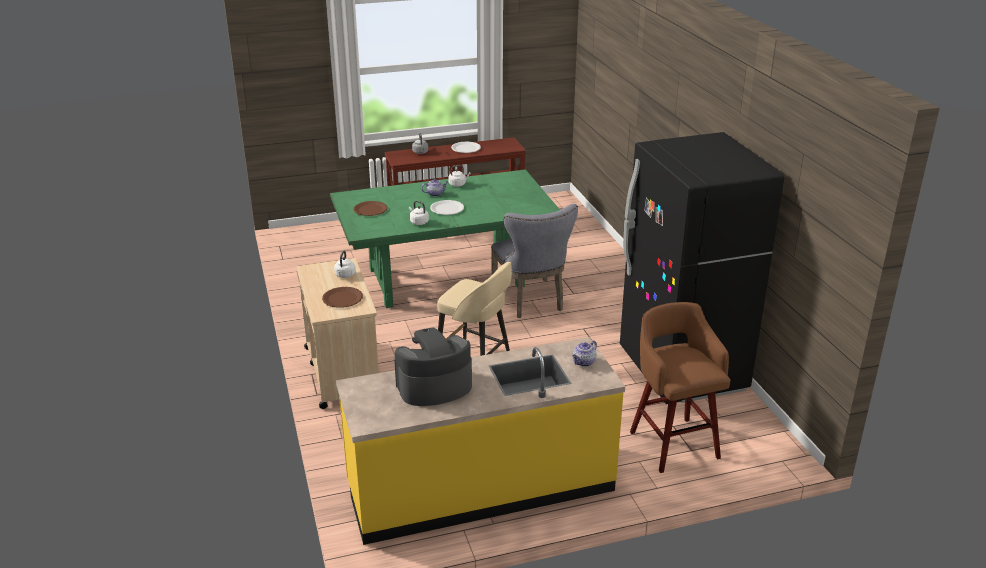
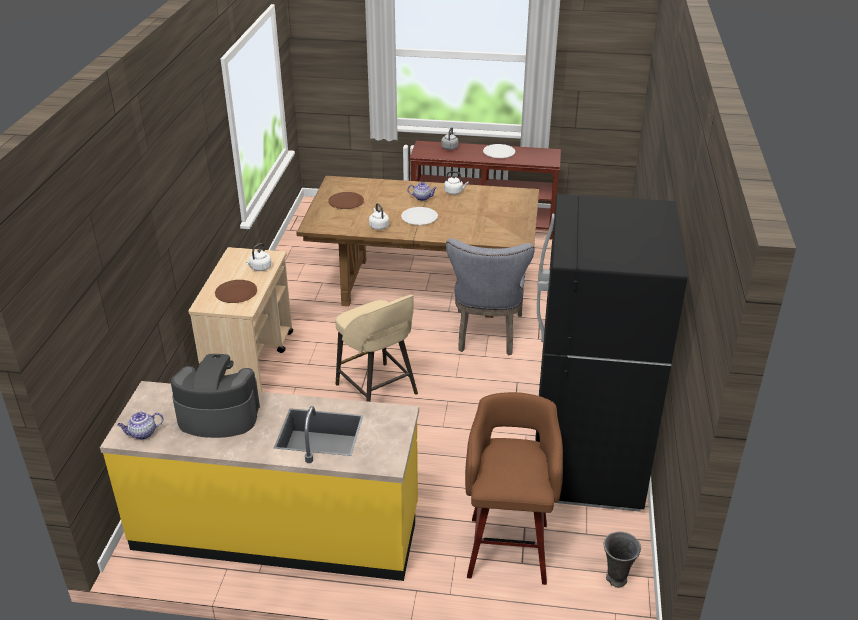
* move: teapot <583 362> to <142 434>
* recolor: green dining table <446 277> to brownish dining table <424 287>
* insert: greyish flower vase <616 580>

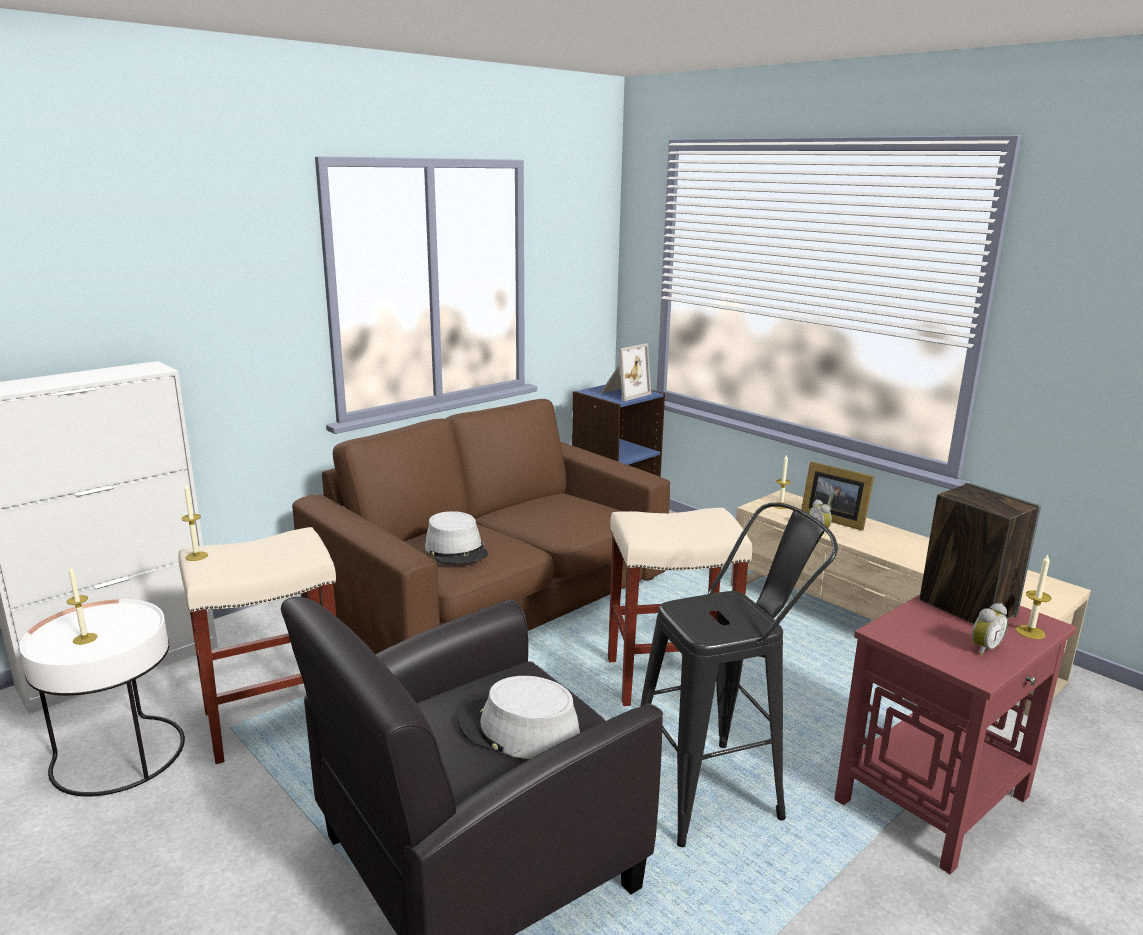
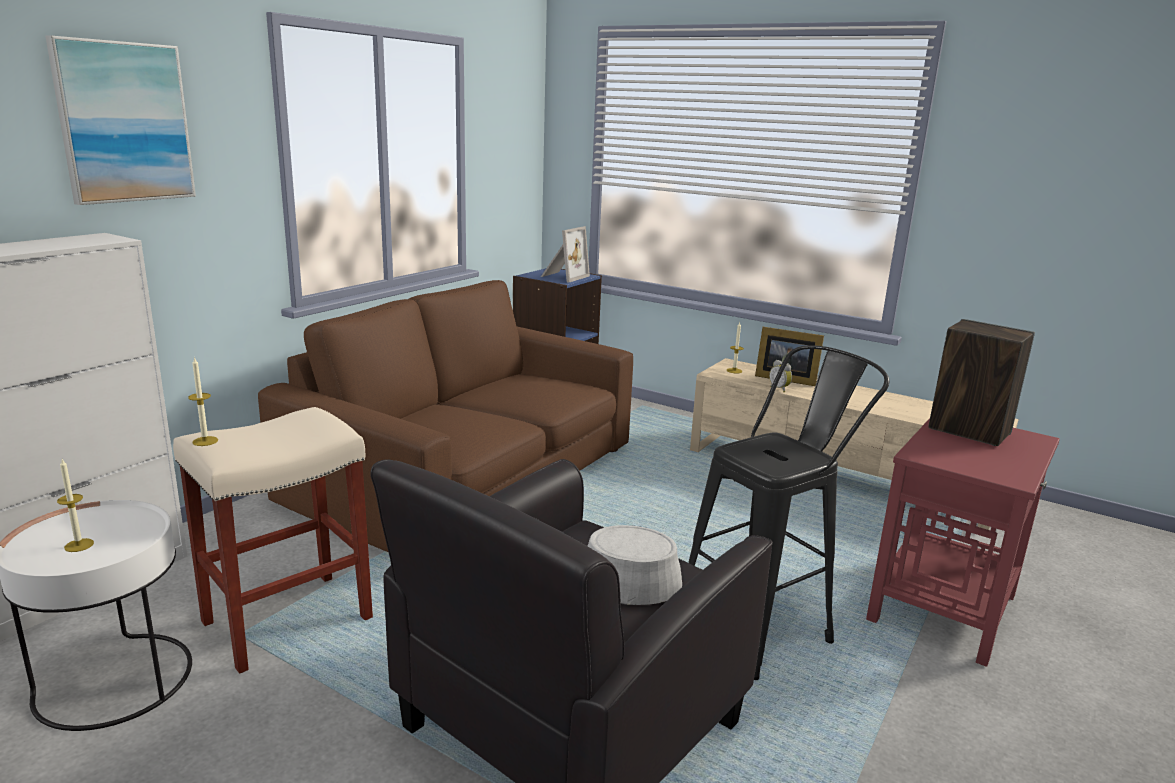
* insert: picture <124 122>
* delete: greyish hat <456 550>
* delete: beige sitting stool <671 678>
* delete: bedside clock <983 648>
* delete: wax light <1030 632>

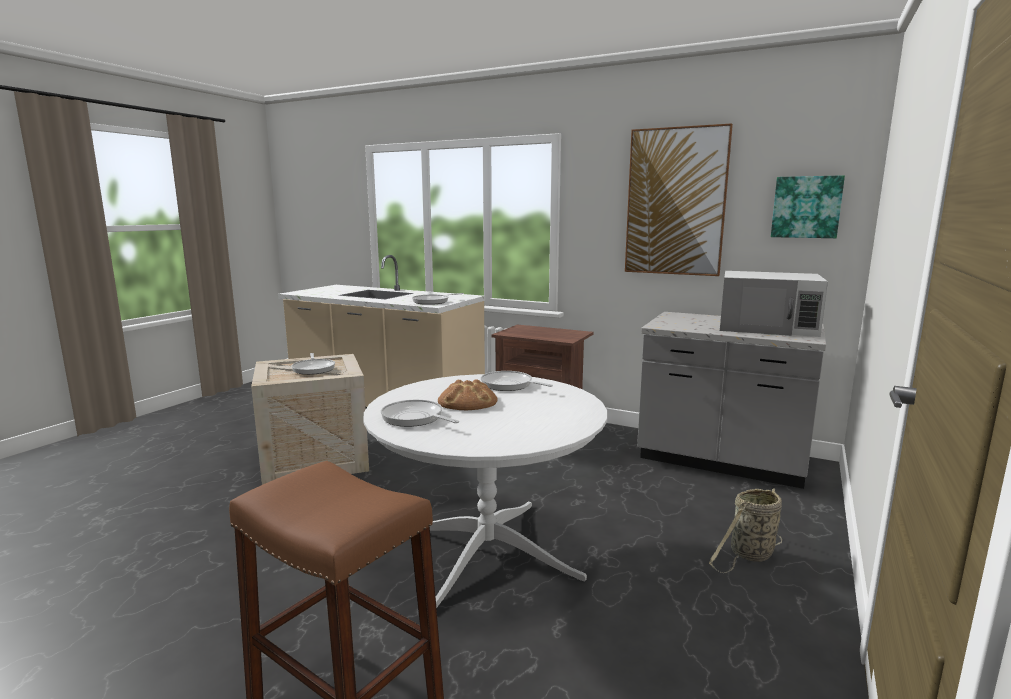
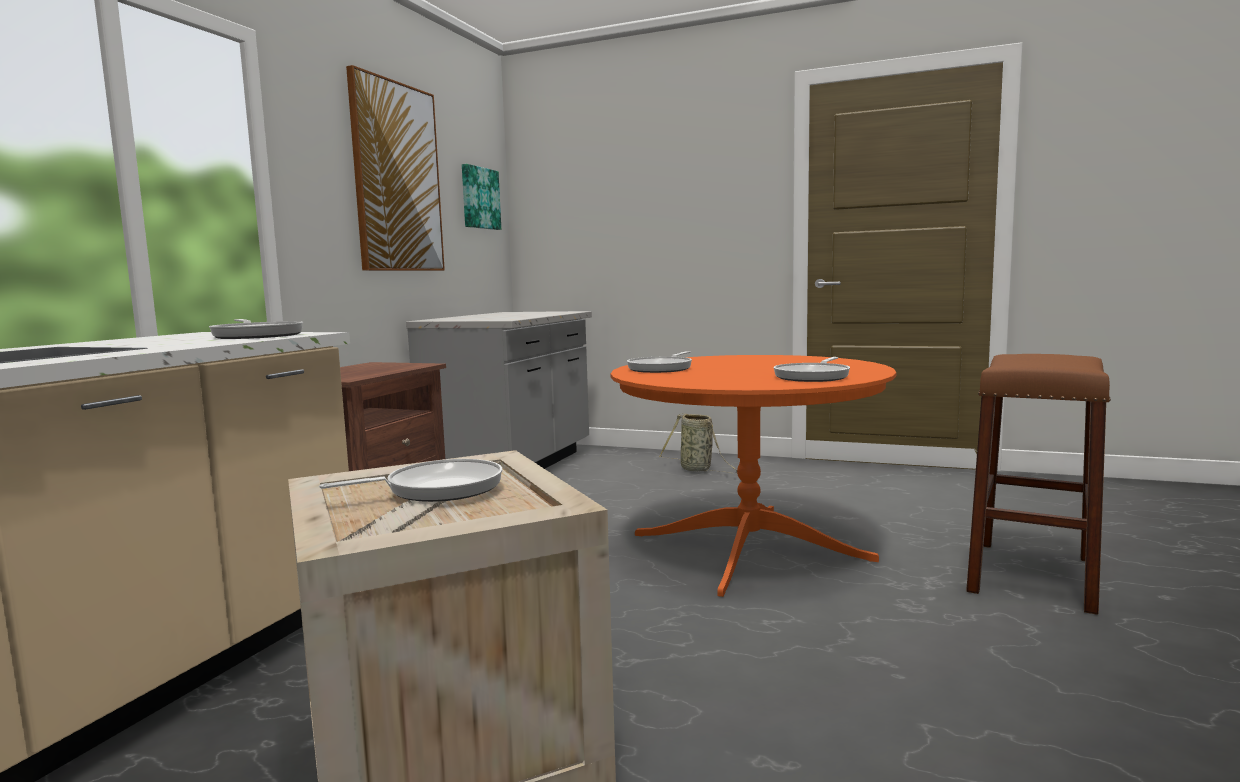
* recolor: white dining table <487 550> to orangey dining table <748 547>
* delete: baked bread <467 401>
* delete: white microwave <767 327>

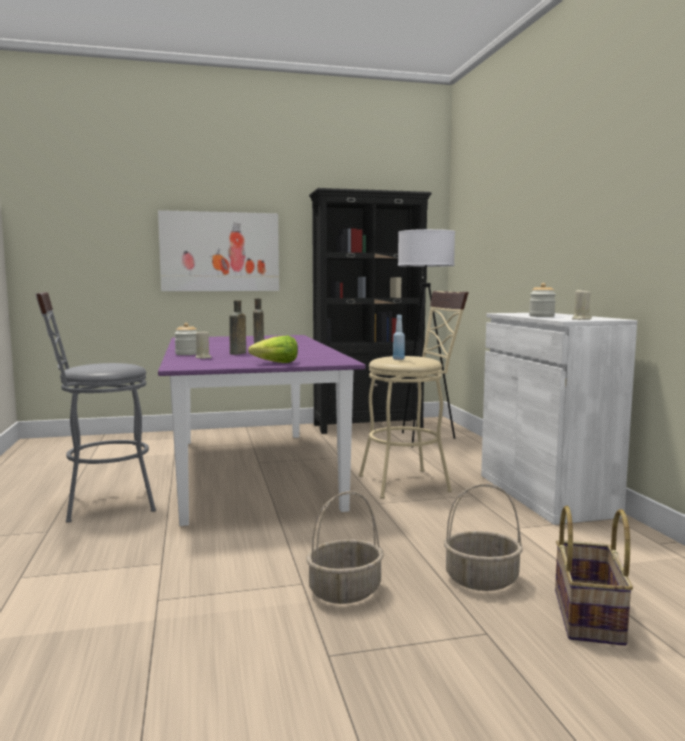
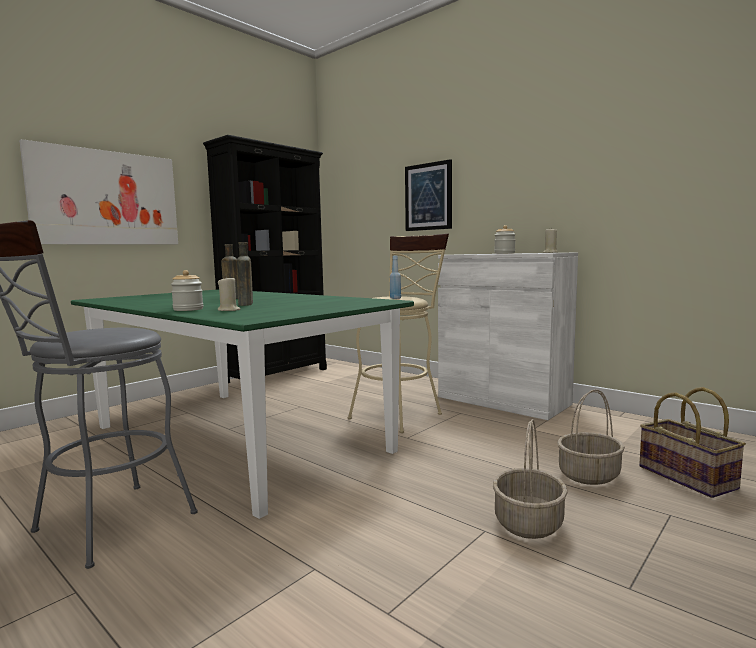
* recolor: purple-coloured dining table <251 471> to green dining table <235 439>
* insert: picture <428 197>
* delete: lettuce <276 363>
* delete: white floor lamp <422 439>

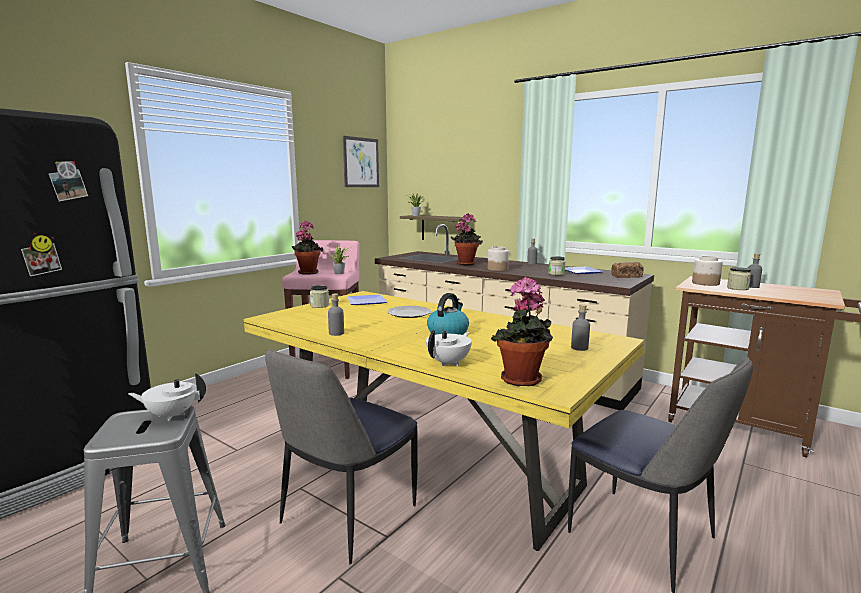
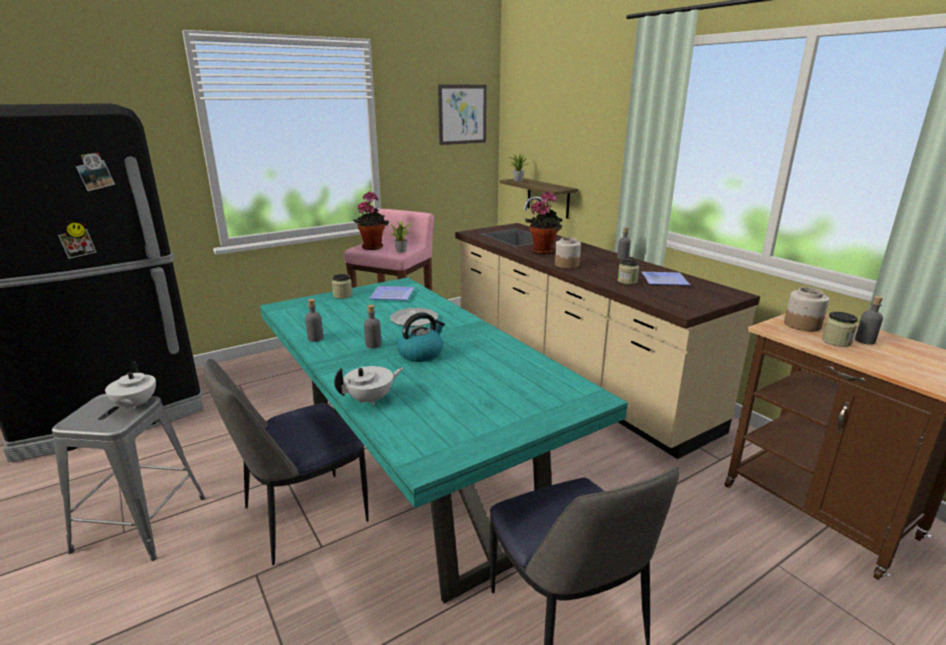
* rotate: white teapot <171 415> = <135 405> 120 degrees counterclockwise
* recolor: yellowish dining table <430 461> to turquoise-coloured dining table <417 475>
* move: greyish bottle <579 348> to <373 345>
* delete: potted plant <522 381>
* delete: baked bread <626 276>

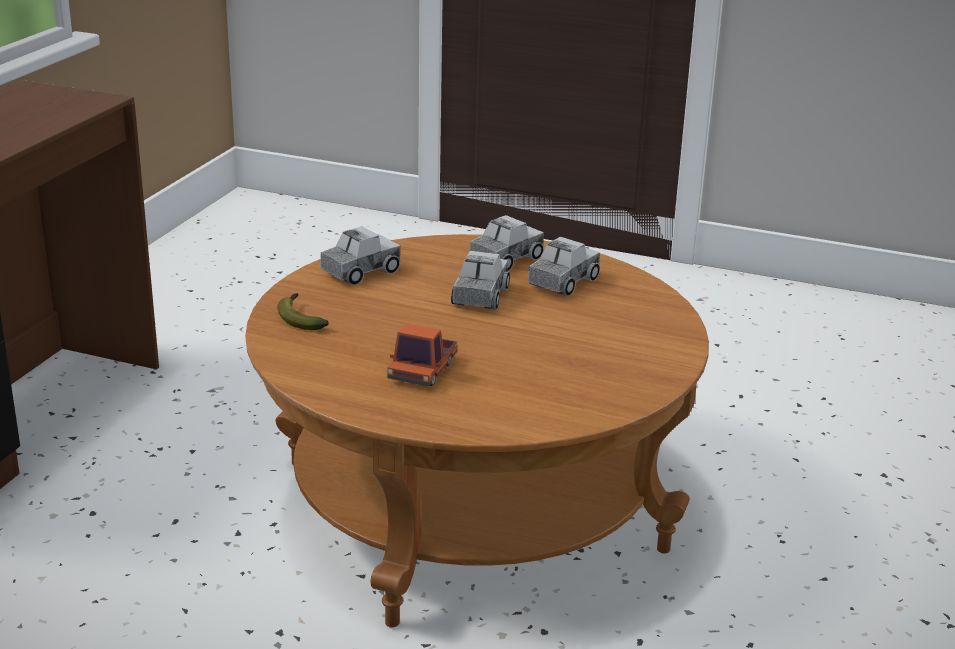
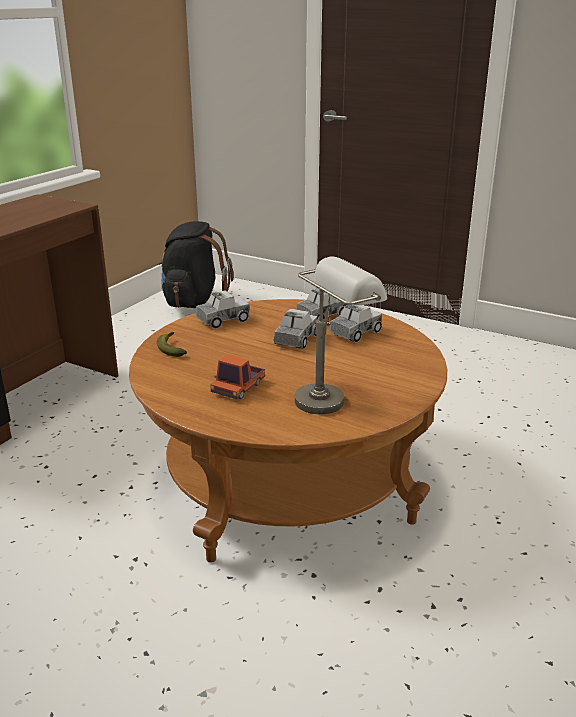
* insert: blackish rucksack <193 302>
* insert: greyish table lamp <333 396>

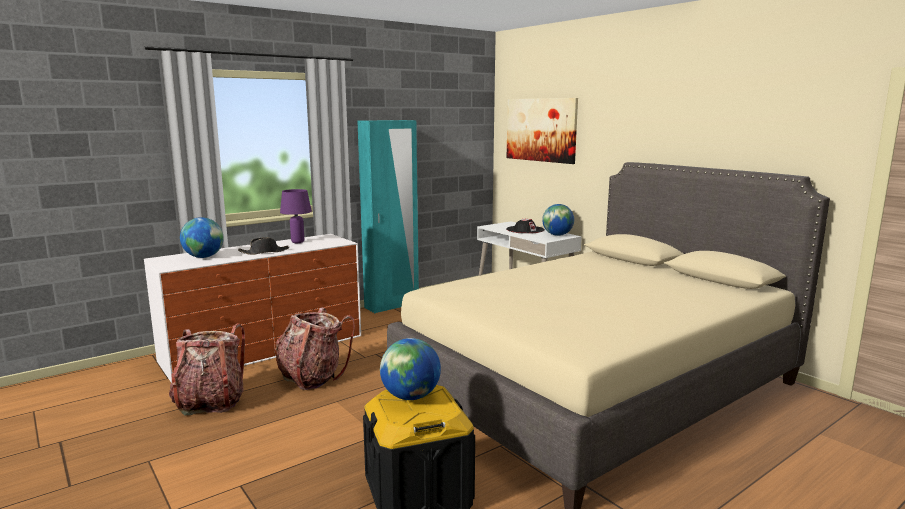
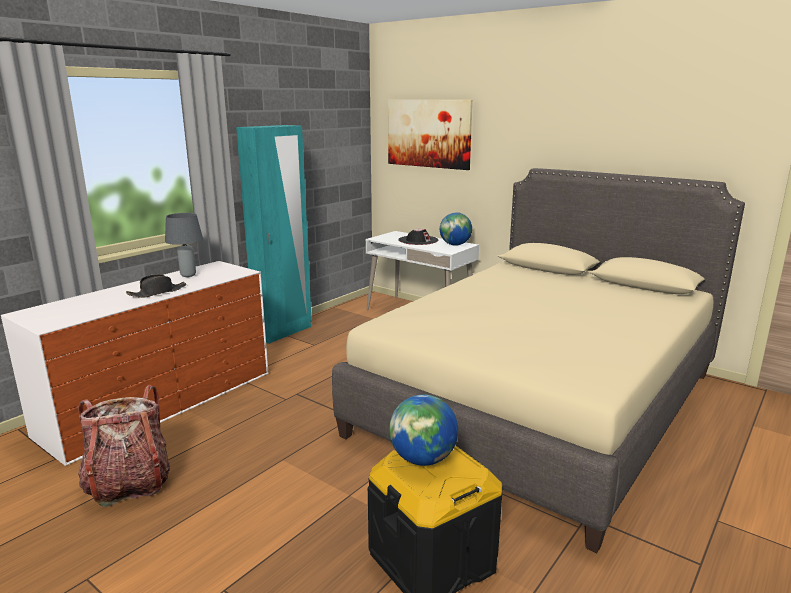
* recolor: purple-coloured table lamp <297 242> to greyish table lamp <188 275>
* delete: desk globe <204 257>
* delete: rucksack <312 377>

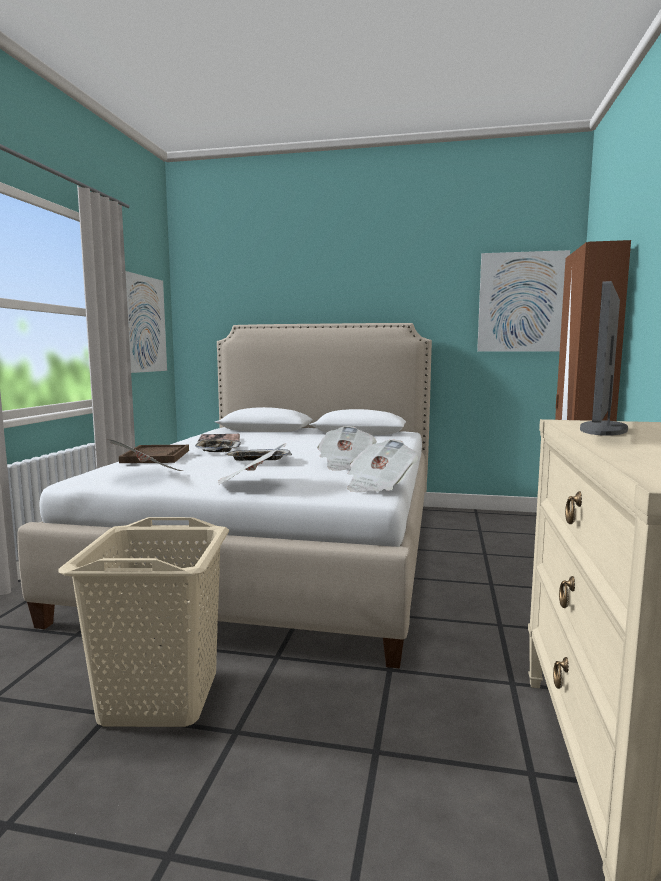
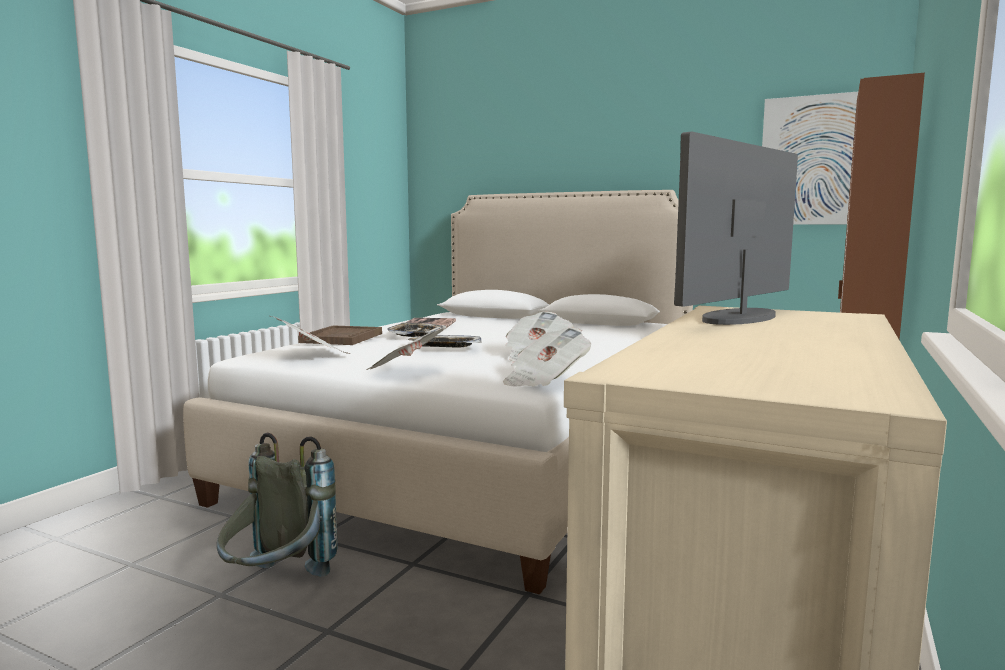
* replace: beige hamper <161 696> to greyish rucksack <277 586>
* delete: picture <142 324>

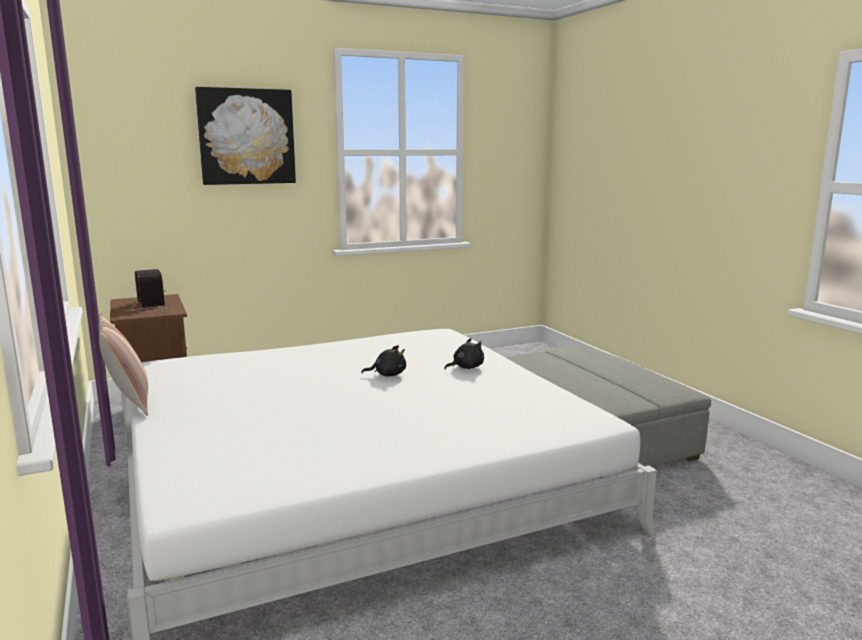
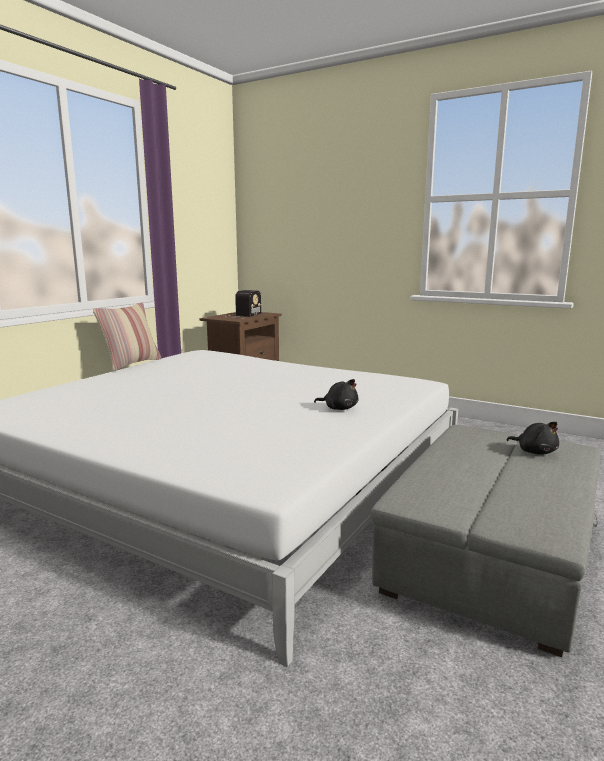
* move: blackish soft toy <387 375> to <534 451>
* delete: picture <246 136>

